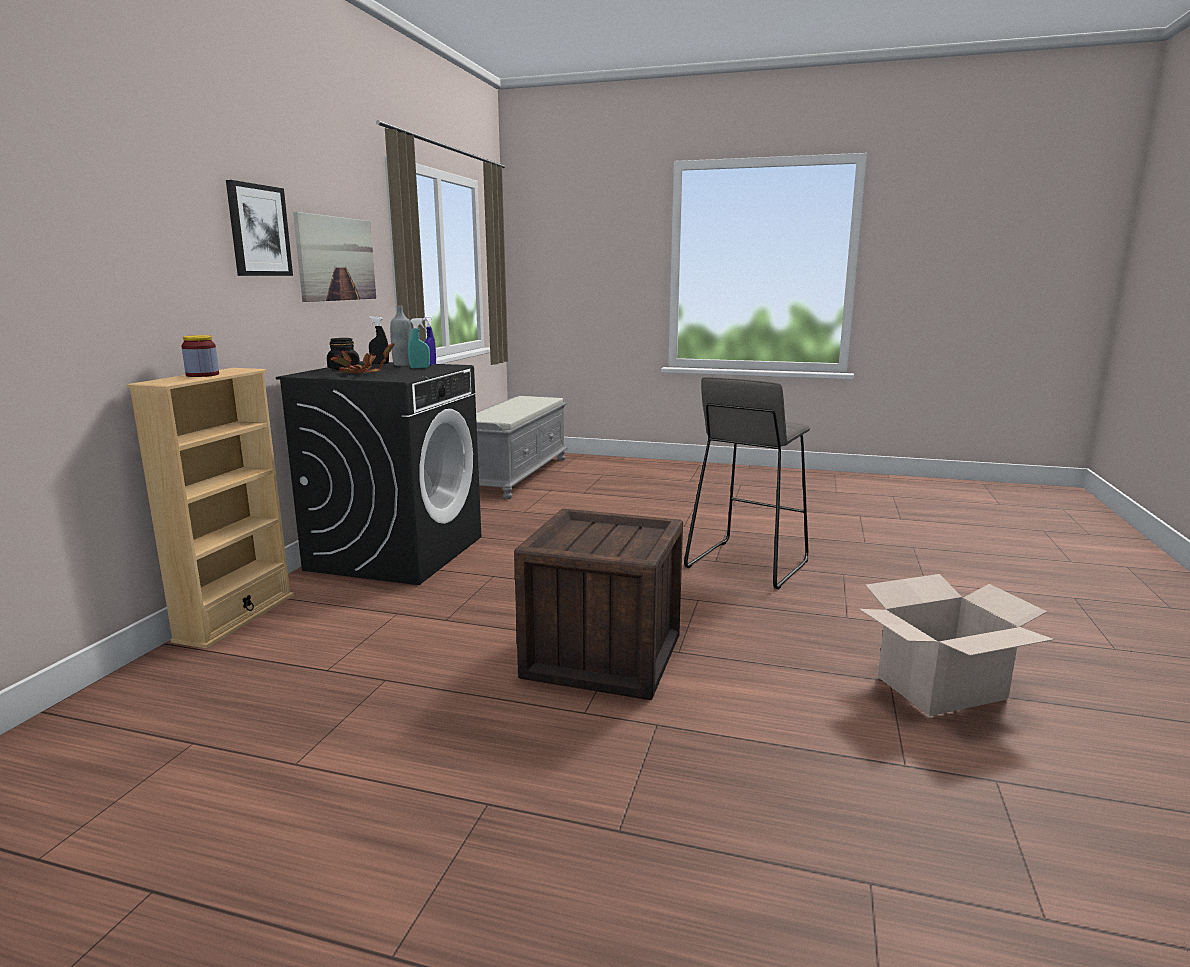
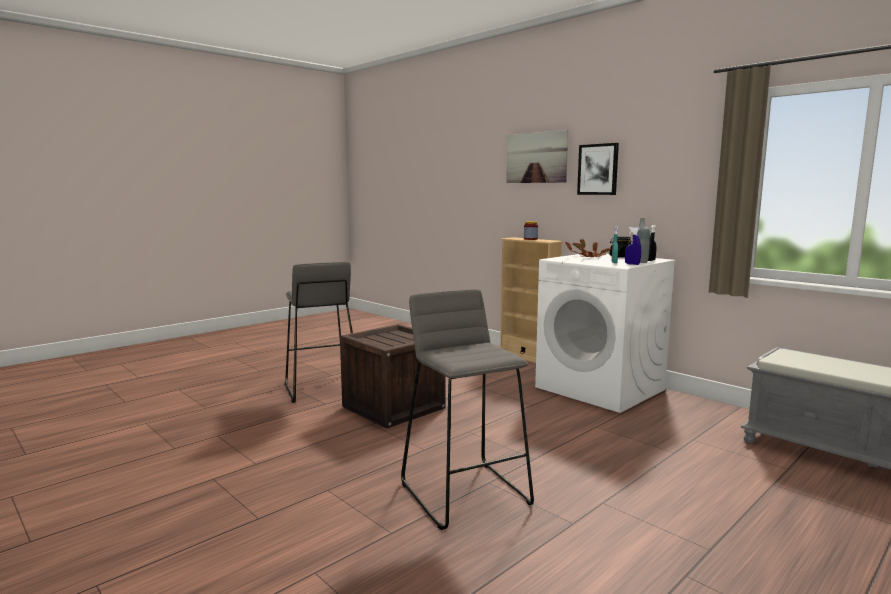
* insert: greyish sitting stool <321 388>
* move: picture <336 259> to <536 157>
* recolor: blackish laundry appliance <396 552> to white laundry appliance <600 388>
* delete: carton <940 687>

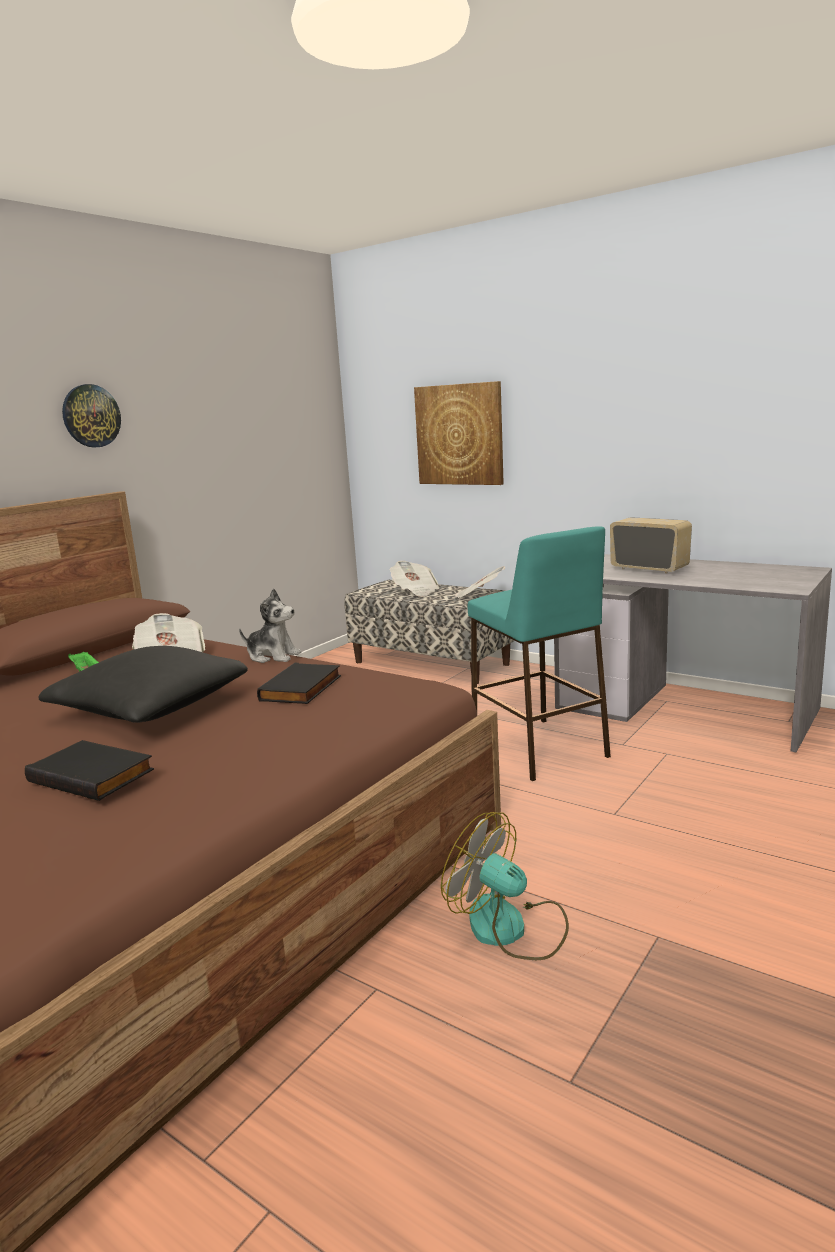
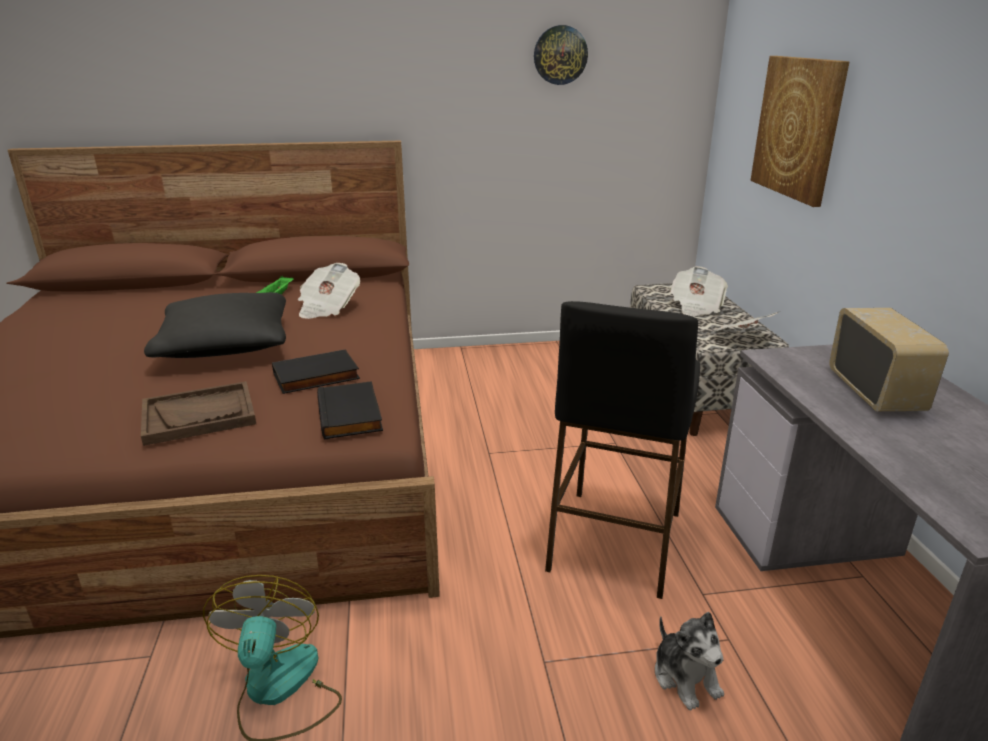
* insert: brownish tray <199 415>
* move: blackish bound book <94 775> to <351 414>
* move: wall clock <91 416> to <560 55>
* recolor: turquoise-coloured sitting stool <539 748> to blackish sitting stool <615 542>
* move: soft toy <273 656> to <685 678>

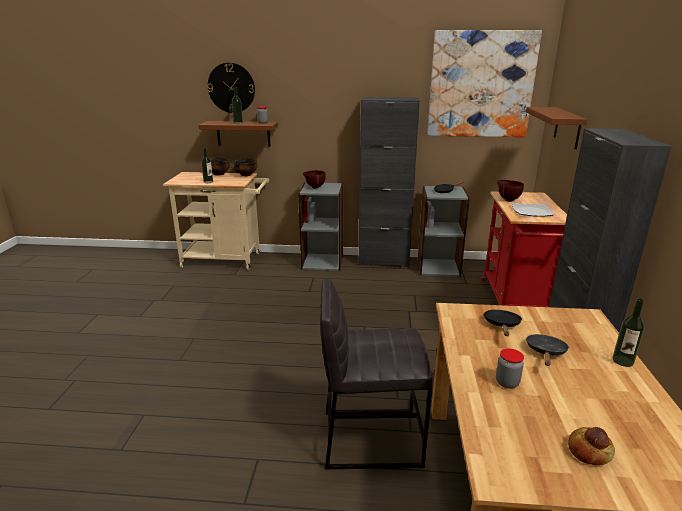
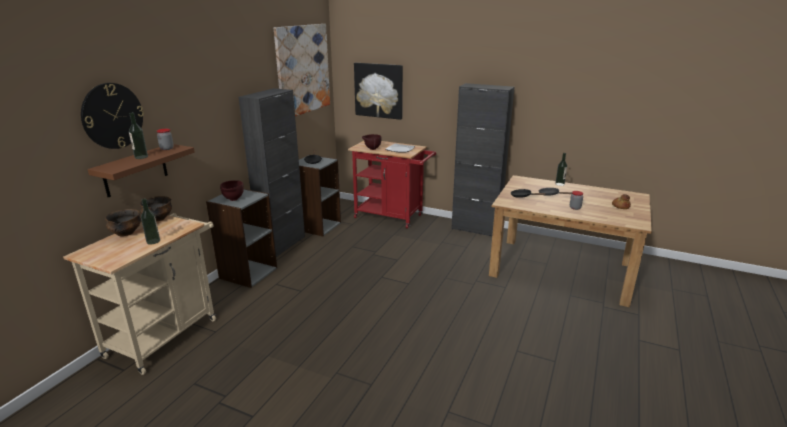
* replace: brownish shelf <567 127> to picture <379 90>
* delete: greyish sitting stool <370 437>

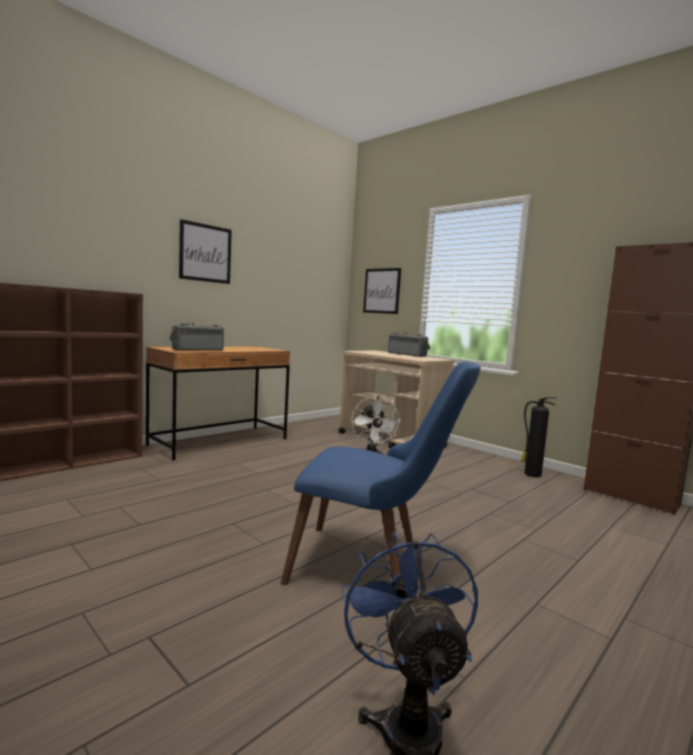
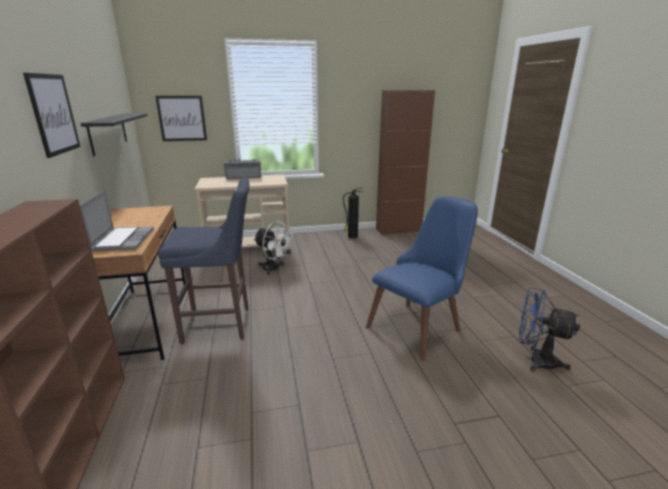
* insert: blackish shelf <108 133>
* replace: radio <197 349> to notebook computer <123 240>
* insert: blue sitting stool <221 325>

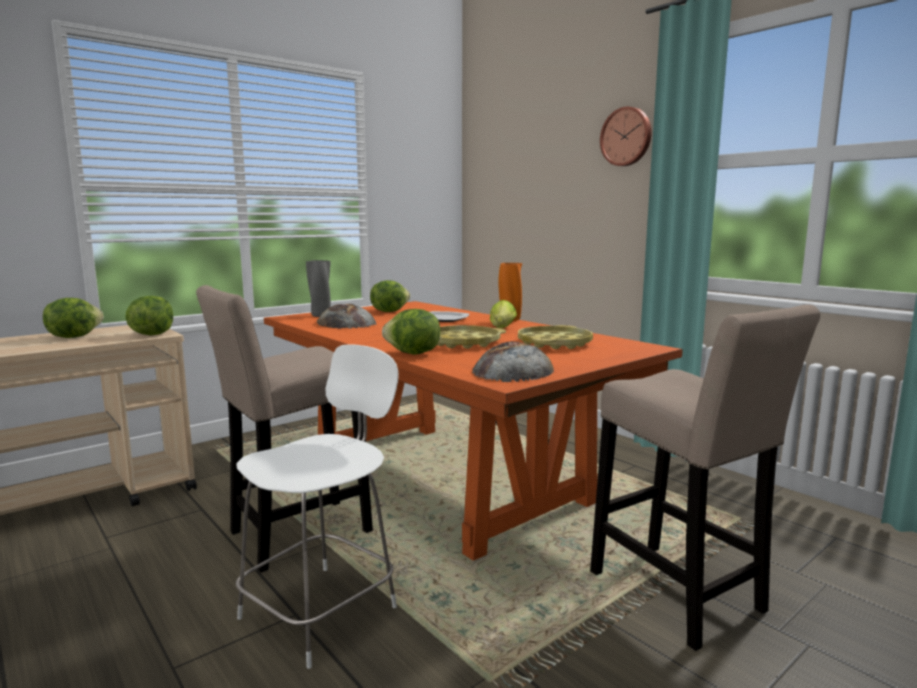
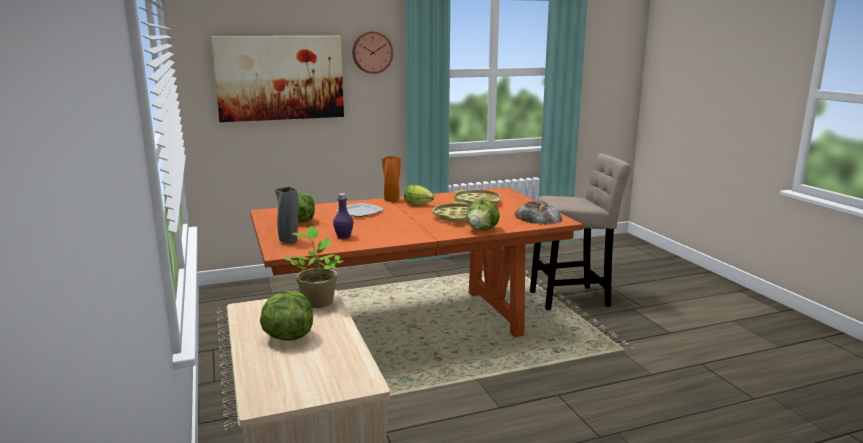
* insert: picture <280 78>
* replace: lettuce <152 334> to potted plant <317 301>
* replace: baked bread <346 323> to purple-coloured bottle <343 236>
* delete: beige sitting stool <293 535>
* delete: white plain chair <323 609>

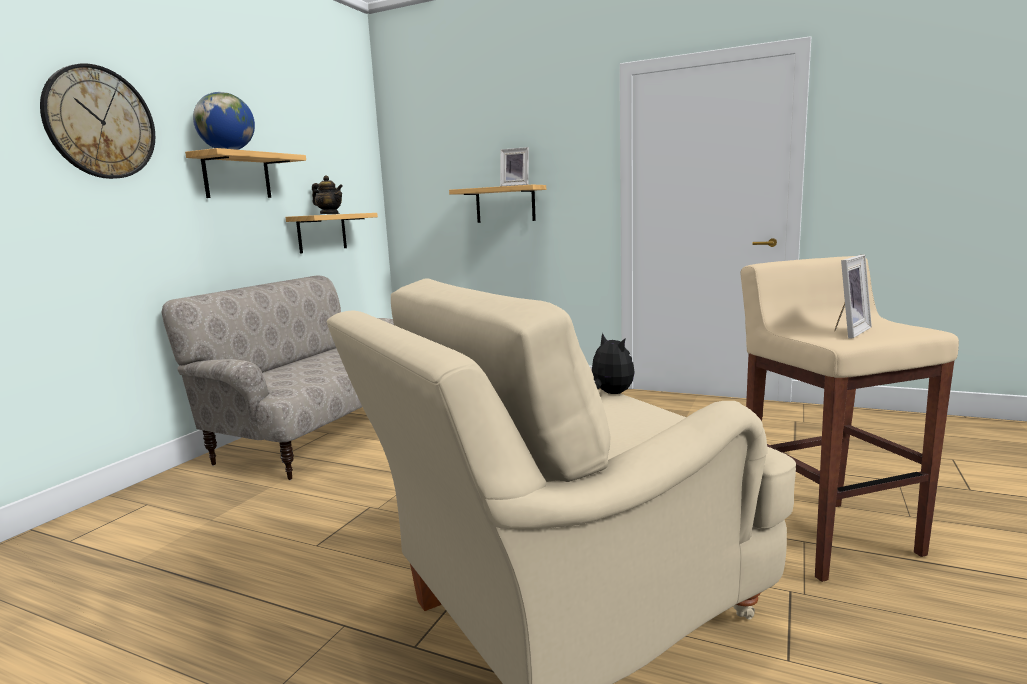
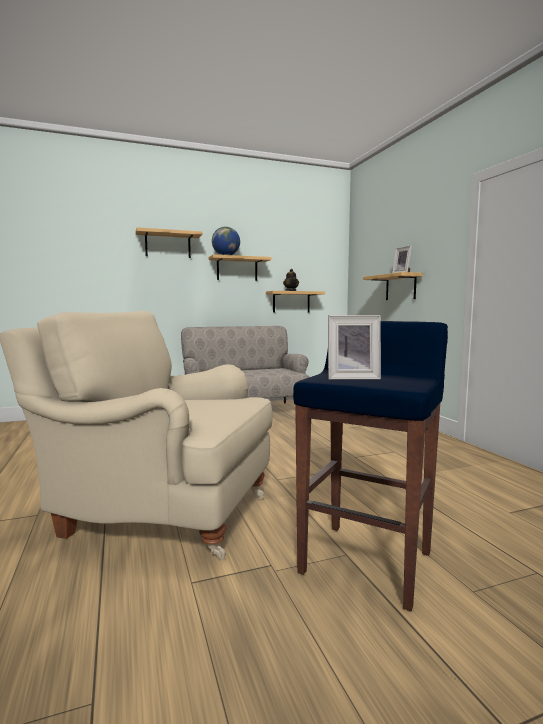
* replace: wall clock <100 123> to shelf <168 245>
* recolor: beige sitting stool <826 537> to blue sitting stool <367 561>
* delete: soft toy <610 393>

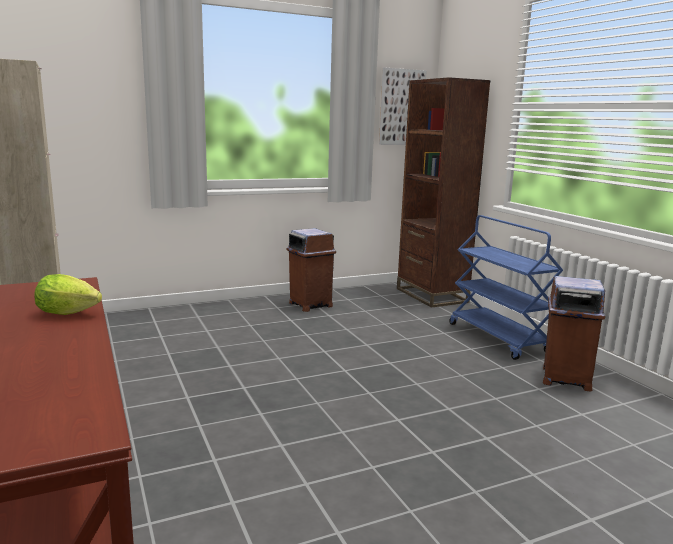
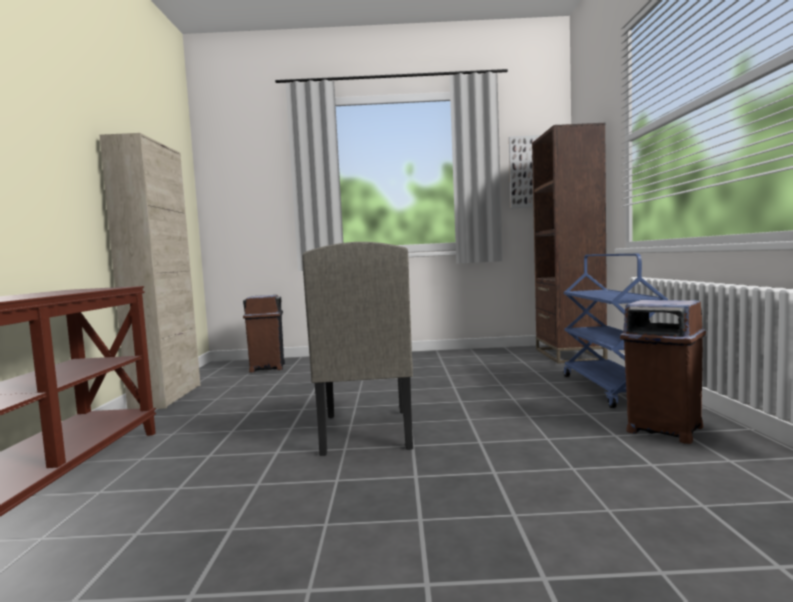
* move: brownish waste bin <310 305> to <267 367>
* insert: beige plain chair <365 431>
* delete: lettuce <71 313>

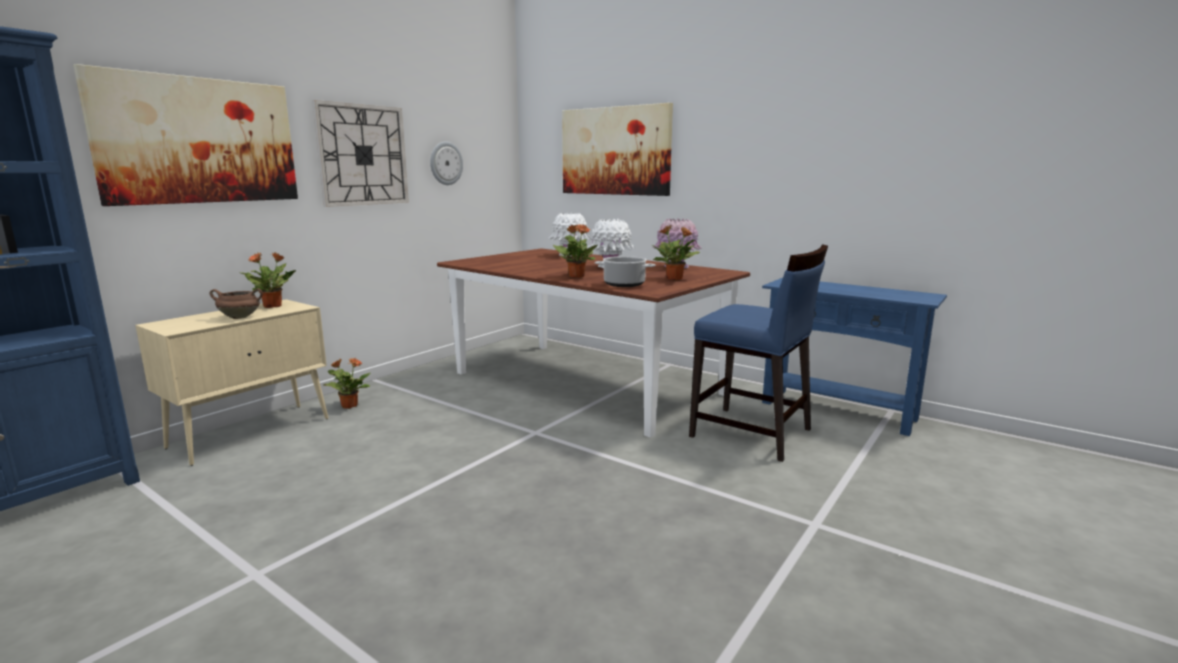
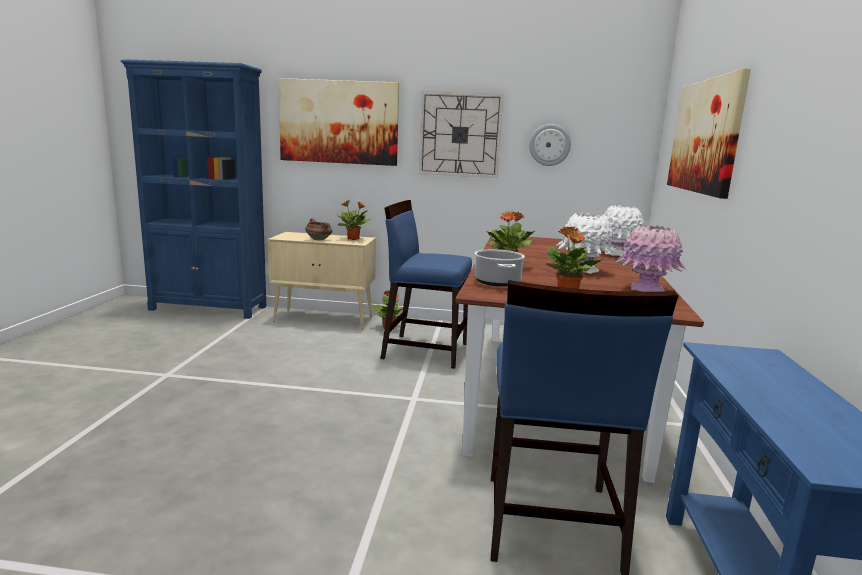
* insert: blue plain chair <424 350>

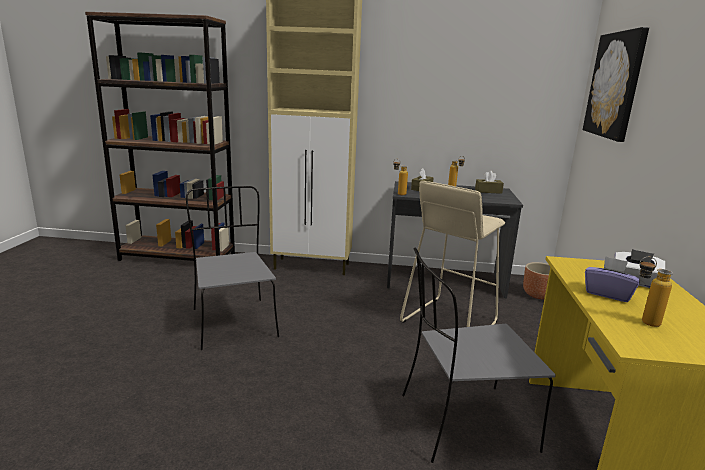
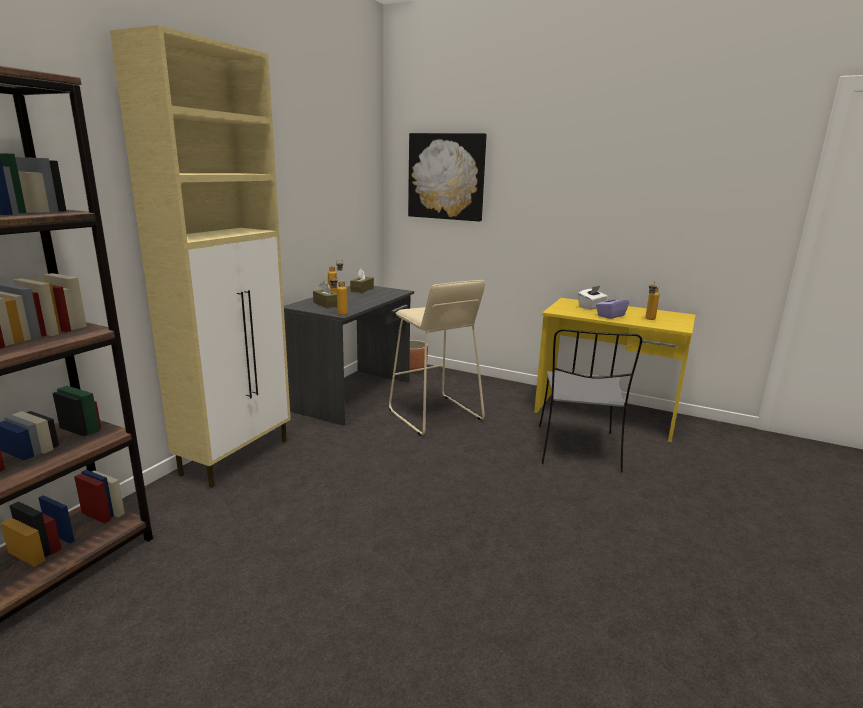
* delete: greyish plain chair <233 321>

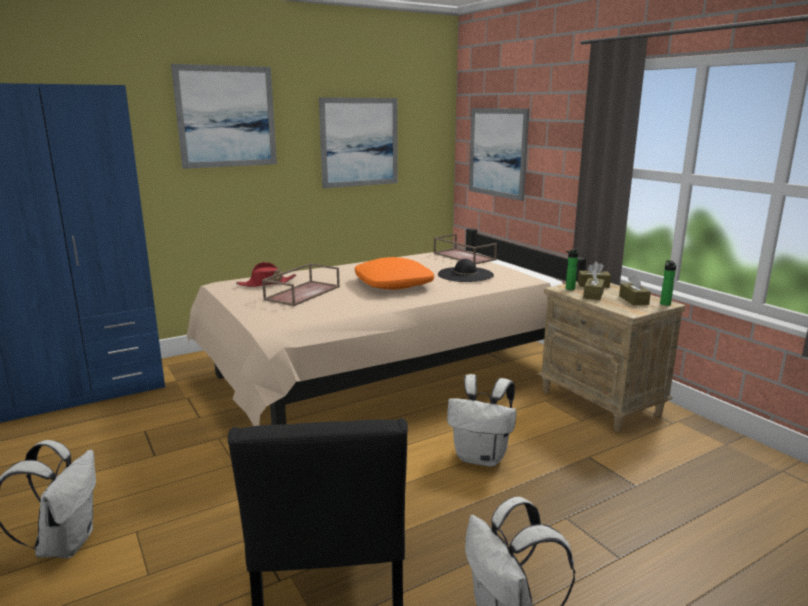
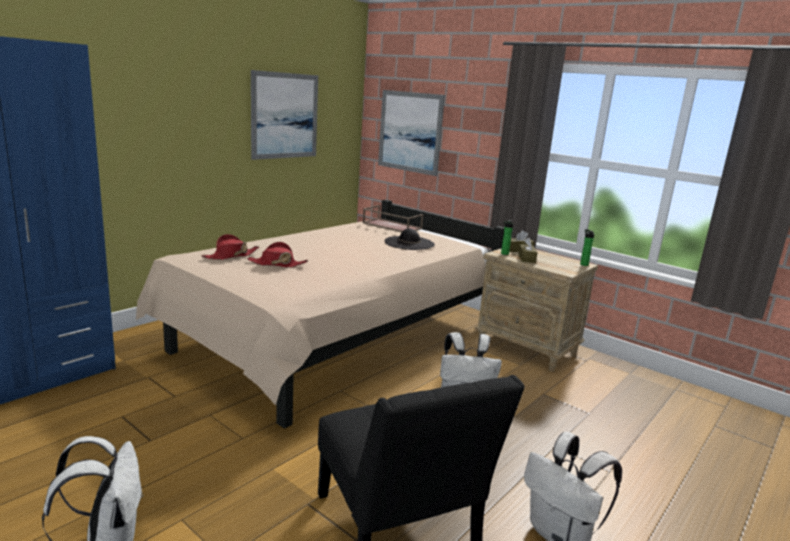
* replace: brownish tray <302 293> to red-coloured hat <277 264>
* delete: picture <226 117>
* delete: orangey cushion <394 284>
* delete: brownish box of tissues <633 300>

